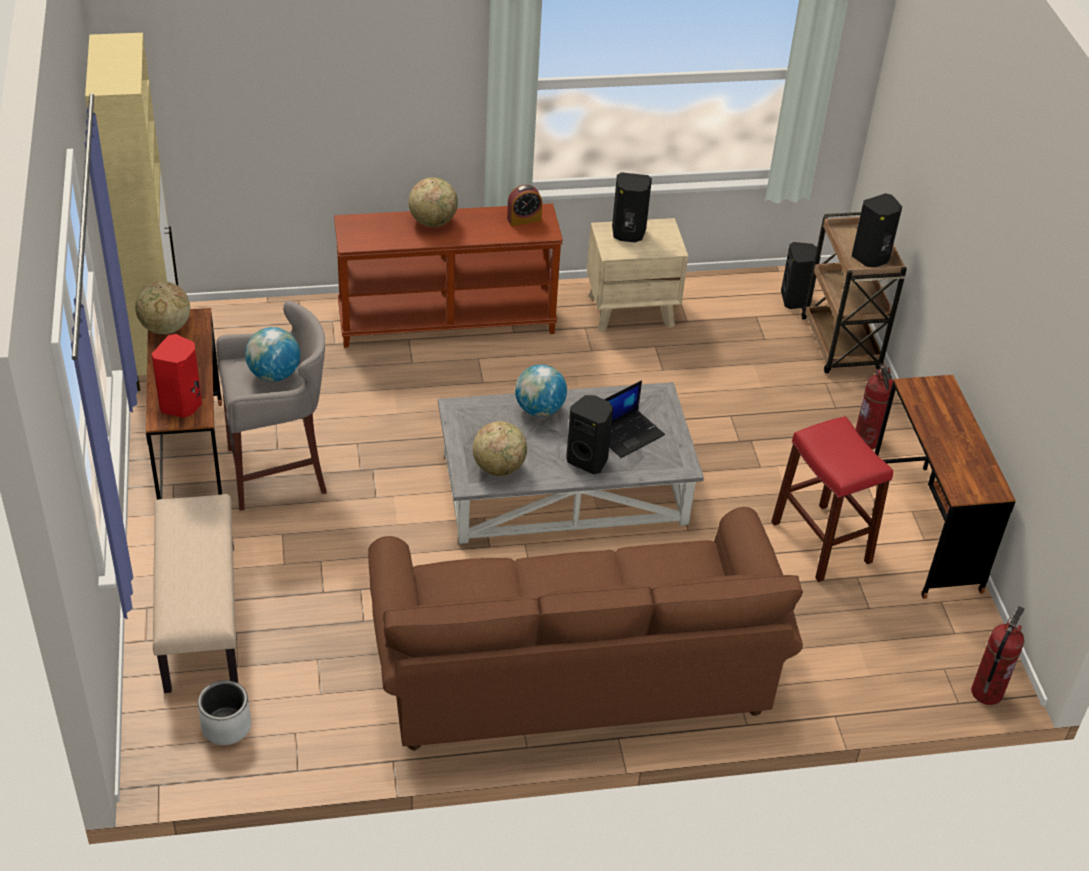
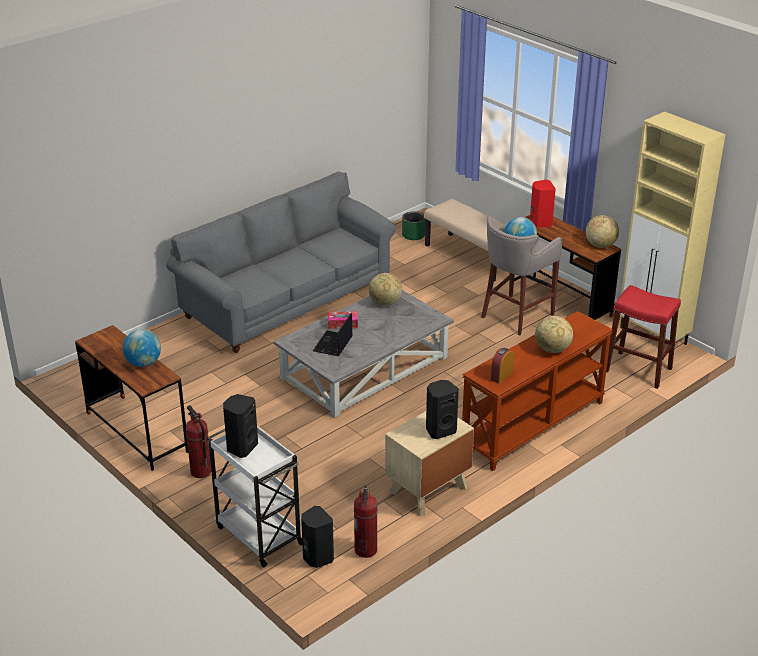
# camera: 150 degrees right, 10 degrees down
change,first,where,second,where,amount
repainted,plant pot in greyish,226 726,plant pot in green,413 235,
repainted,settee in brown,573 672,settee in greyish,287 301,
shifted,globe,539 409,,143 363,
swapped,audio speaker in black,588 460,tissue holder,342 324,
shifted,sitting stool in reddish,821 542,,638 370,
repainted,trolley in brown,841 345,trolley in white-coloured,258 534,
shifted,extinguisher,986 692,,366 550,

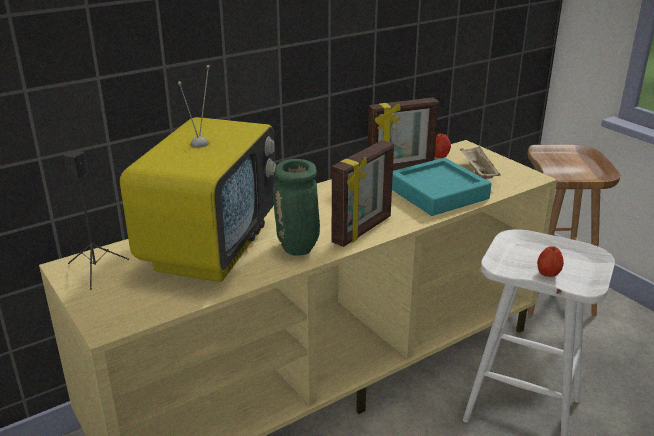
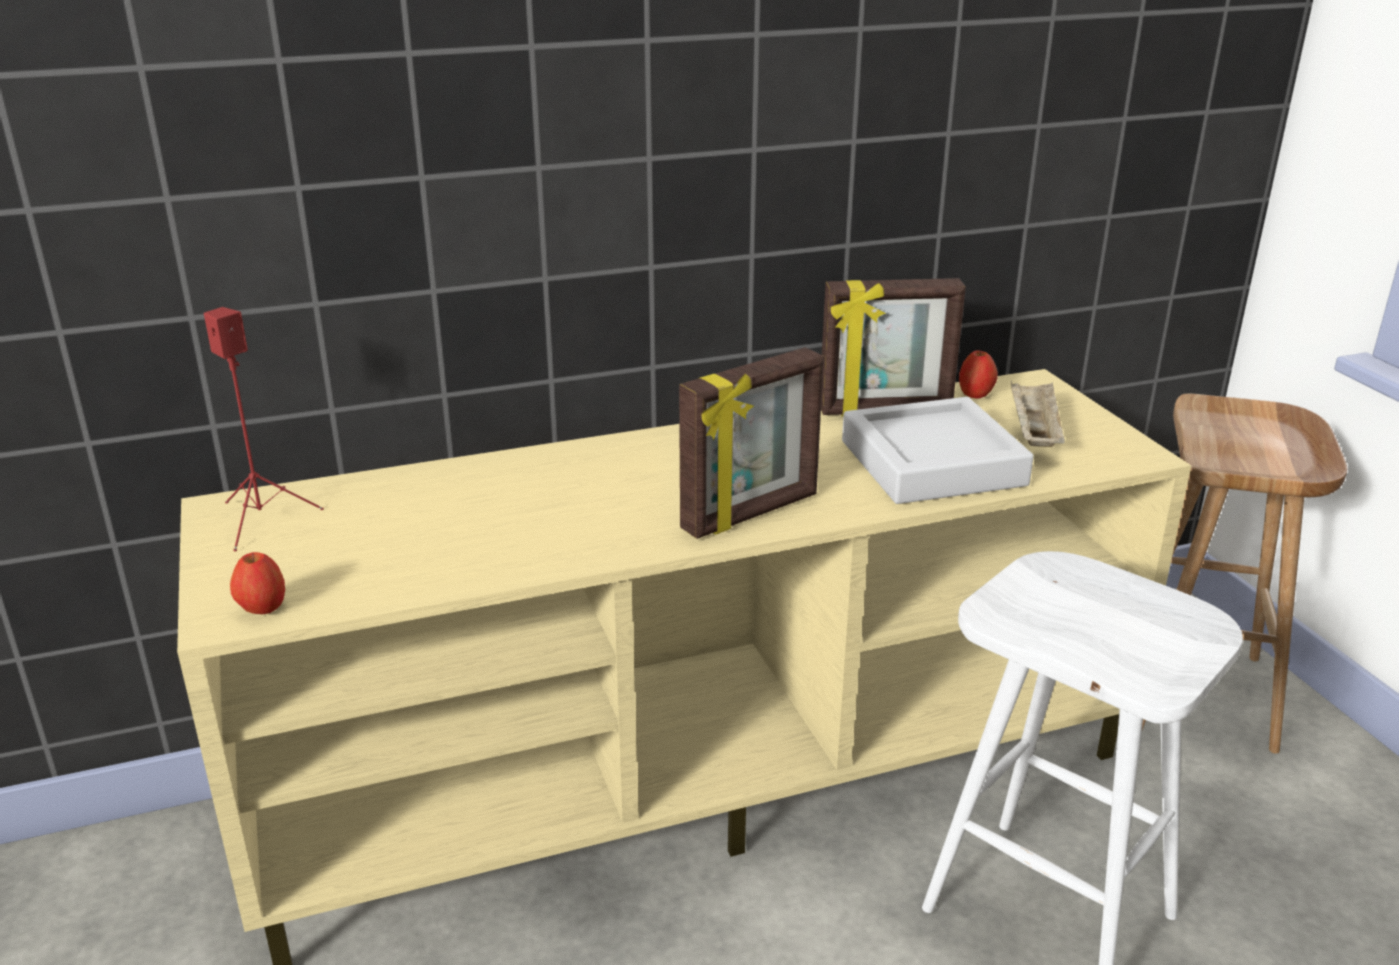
# camera: 15 degrees right, 0 degrees up
change,first,where,second,where,amount
repainted,audio speaker in black,96 269,audio speaker in reddish,263 519,
gone,television,210 248,,,
gone,decorative vase in green,299 248,,,
repainted,serving tray in blue-green,438 193,serving tray in greyish,932 463,
shifted,apple,548 274,,262 609,

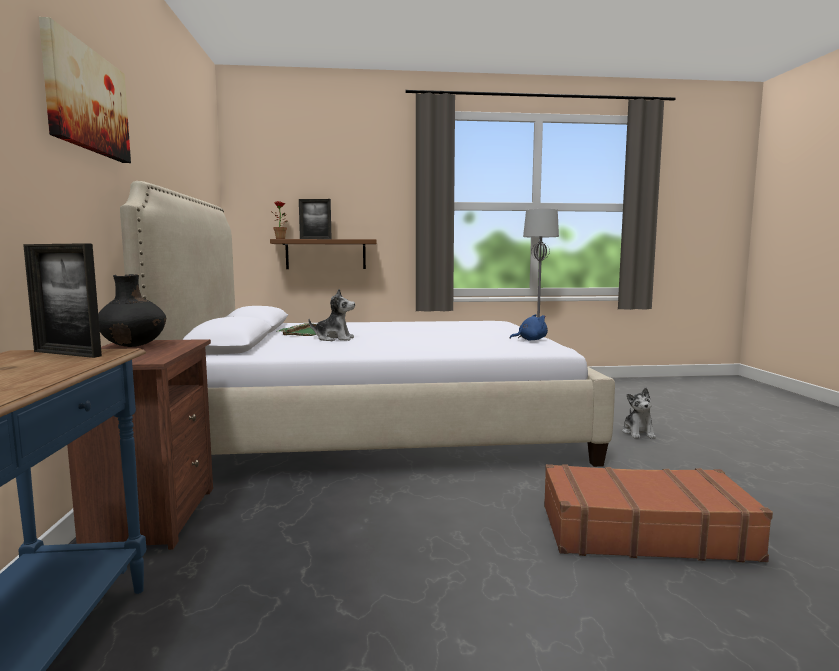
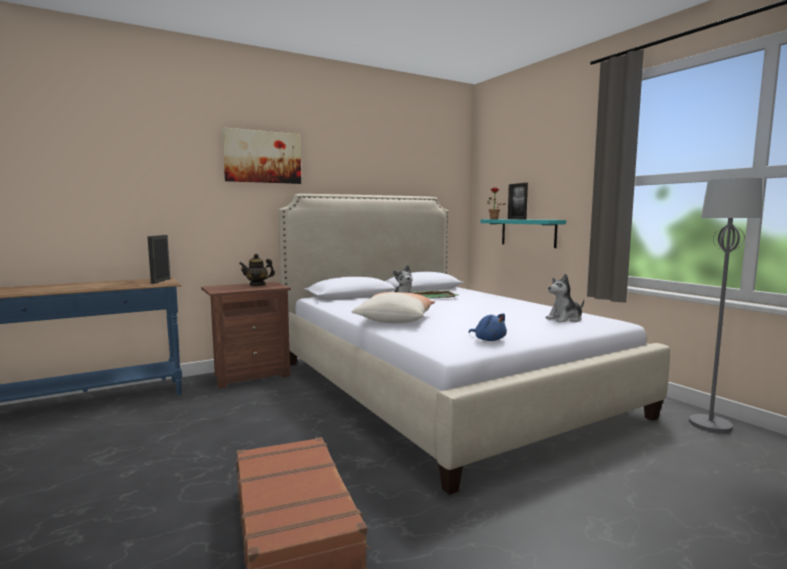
# camera: 65 degrees right, 0 degrees up
change,first,where,second,where,amount
swapped,decorative vase in black,134 346,teapot,257 284,
repainted,shelf in brown,325 254,shelf in blue-green,528 232,
shifted,cuddly toy,638 433,,565 319,
new,,,pillow,395 319,

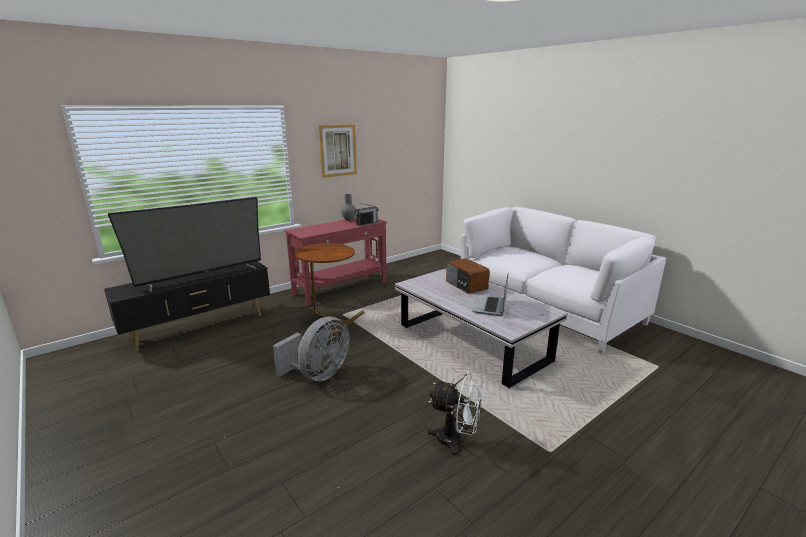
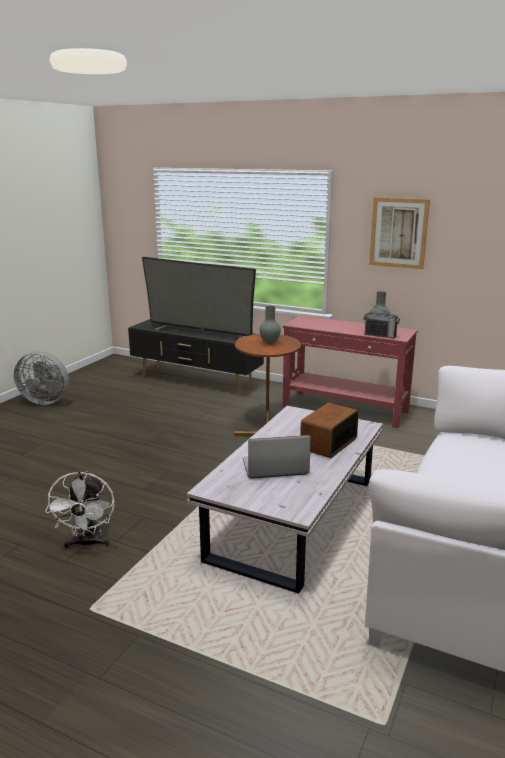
# camera: 65 degrees right, 0 degrees up
change,first,where,second,where,amount
shifted,electric fan in greyish,318 374,,46 401,
new,,,decorative vase in greyish,270 343,

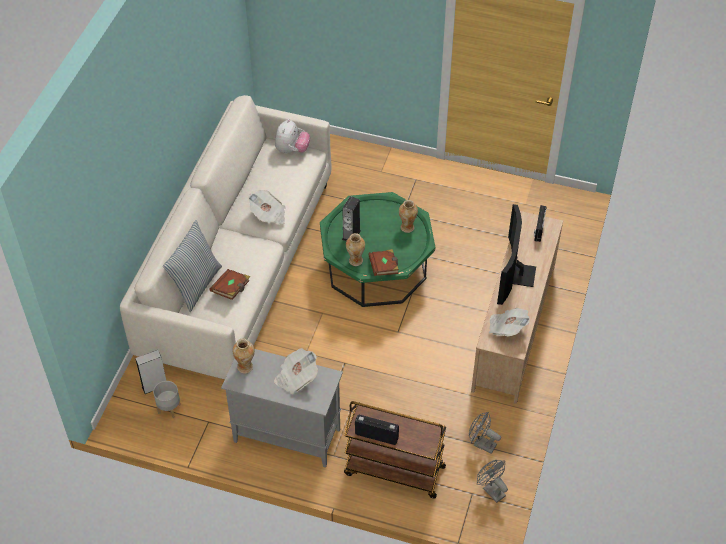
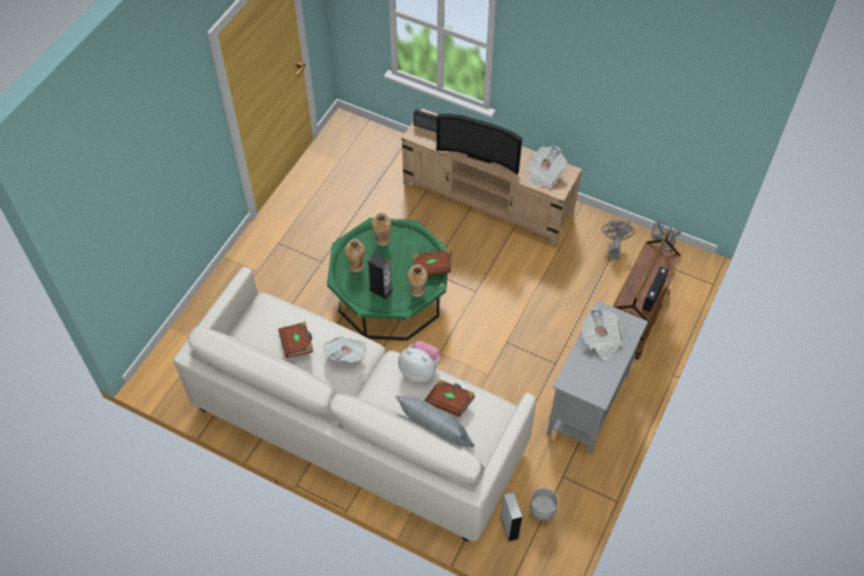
# camera: 80 degrees left, 5 degrees up
change,first,where,second,where,amount
shifted,decorative vase,245 367,,356 266,
shifted,cuddly toy,292 150,,420 370,
rotated,electric fan in greyish,481 444,,613 249,150 degrees clockwise
new,,,volume in brown,297 344,

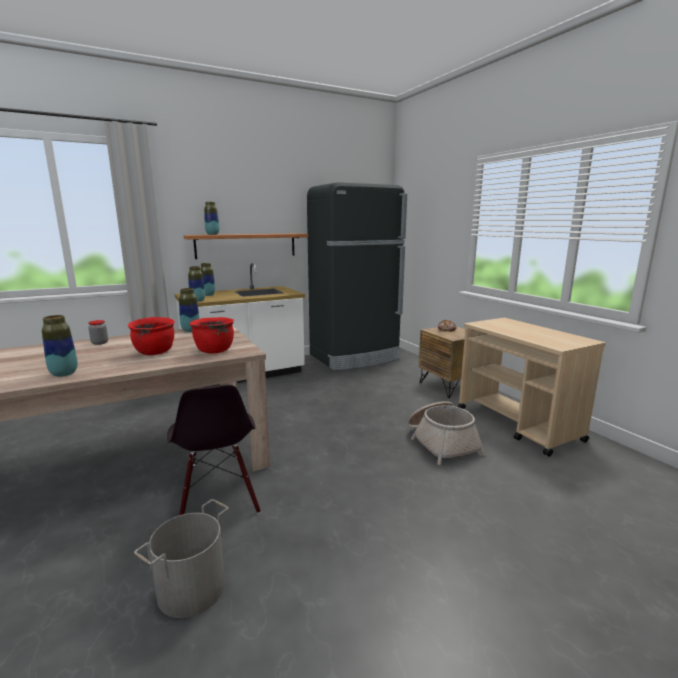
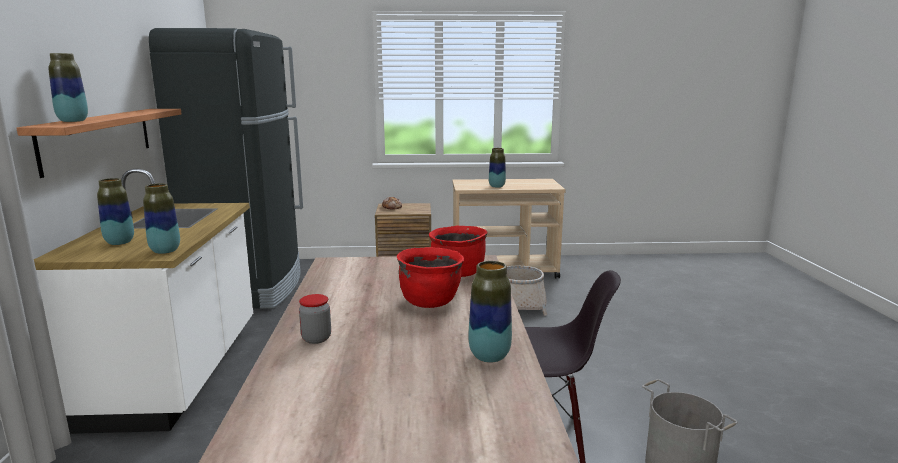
# camera: 65 degrees left, 0 degrees up
change,first,where,second,where,amount
shifted,decorative vase,190 330,,496 186,

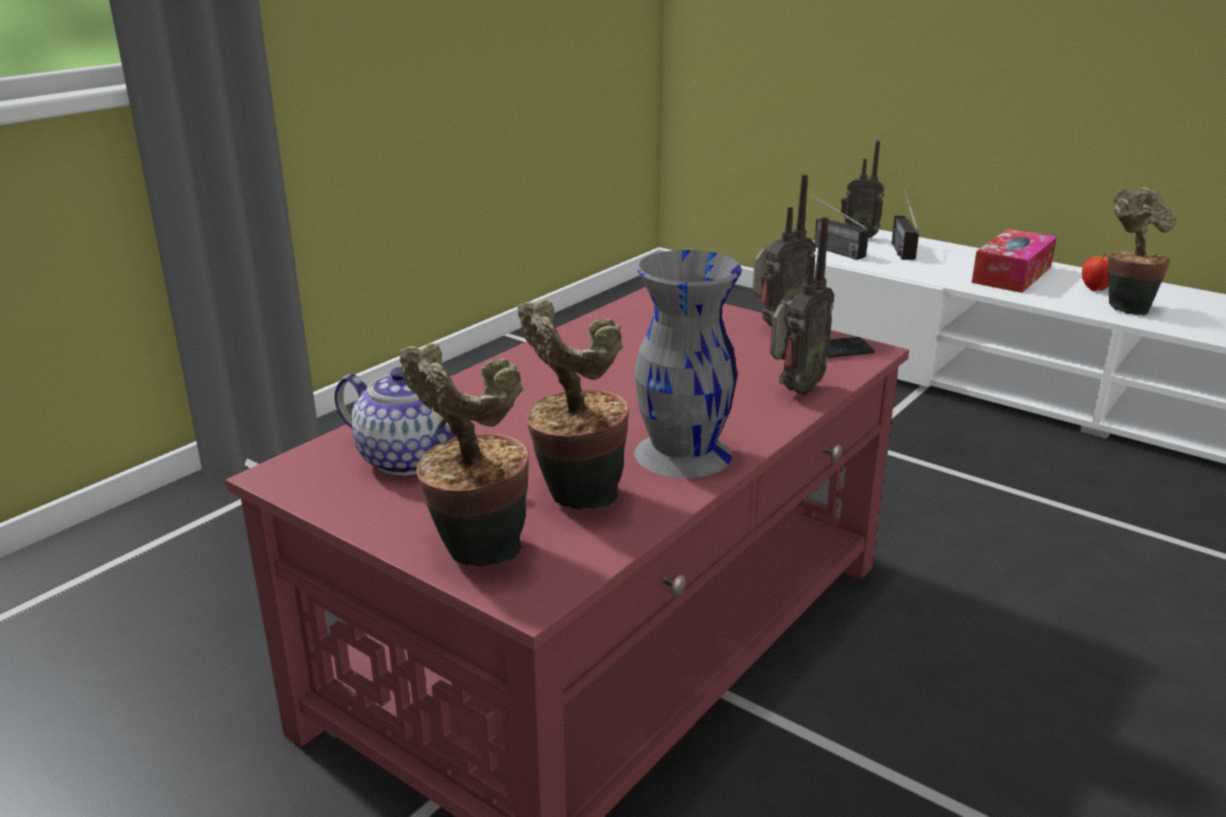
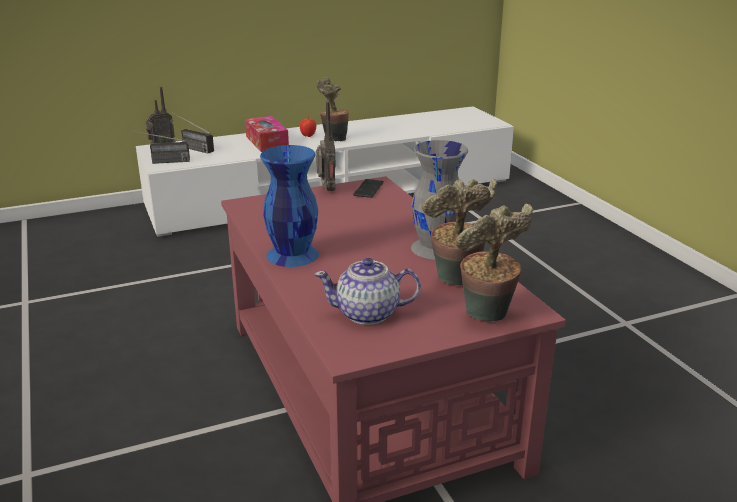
# camera: 60 degrees left, 0 degrees up
change,first,where,second,where,amount
rotated,teapot,408 458,,368 314,150 degrees counterclockwise
gone,radio set,794 390,,,
new,,,decorative vase in bluish,291 254,

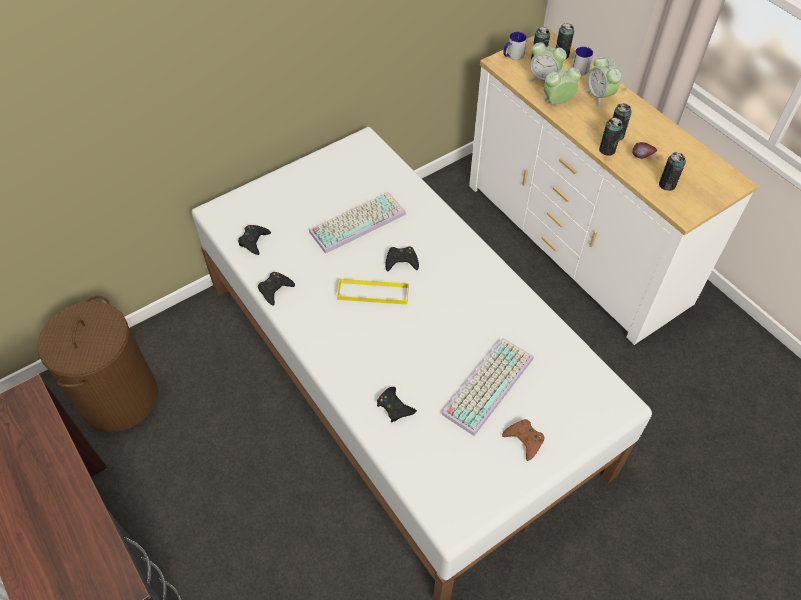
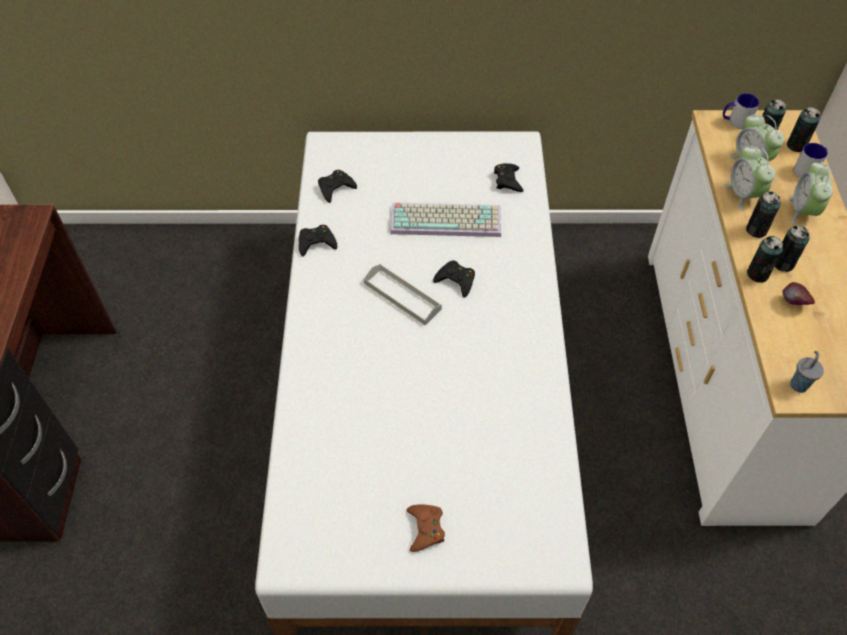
# camera: 35 degrees right, 0 degrees up
change,first,where,second,where,amount
gone,hamper in brown,119 397,,,
repainted,serving tray in yellowish,373 293,serving tray in greyish,402 296,
shifted,game controller in black,394 407,,508 180,
gone,computer keyboard,487 383,,,
rotated,alarm clock,557 103,,743 195,120 degrees counterclockwise
shifted,sealed can,667 185,,756 230,
new,,,cup in greyish,799 384,

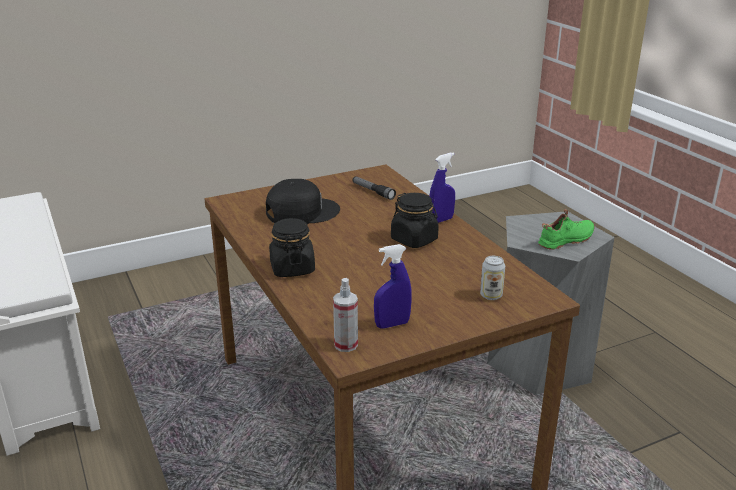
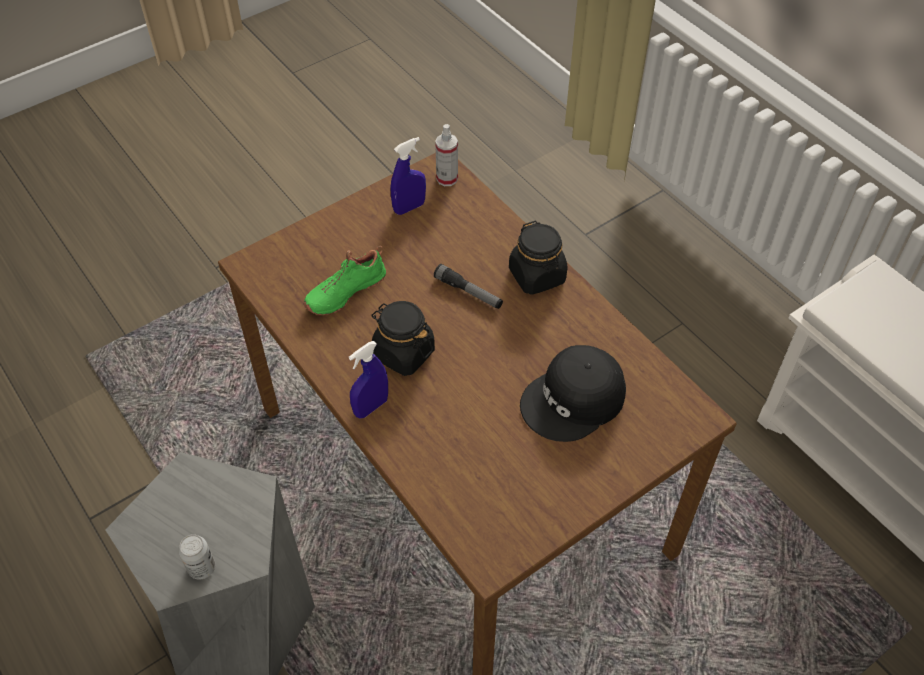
# camera: 170 degrees right, 25 degrees up
change,first,where,second,where,amount
shifted,torch,373 191,,468 292,
shifted,sealed can,491 296,,202 567,
shifted,shoe in green,567 241,,344 291,

